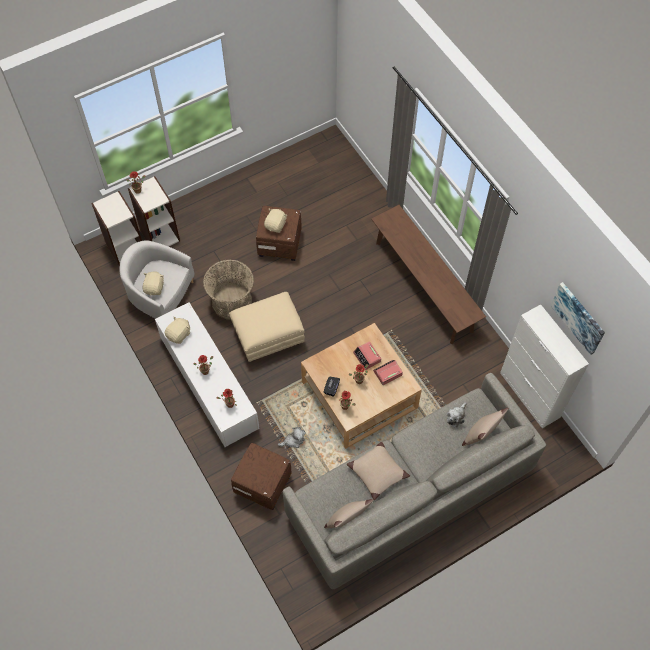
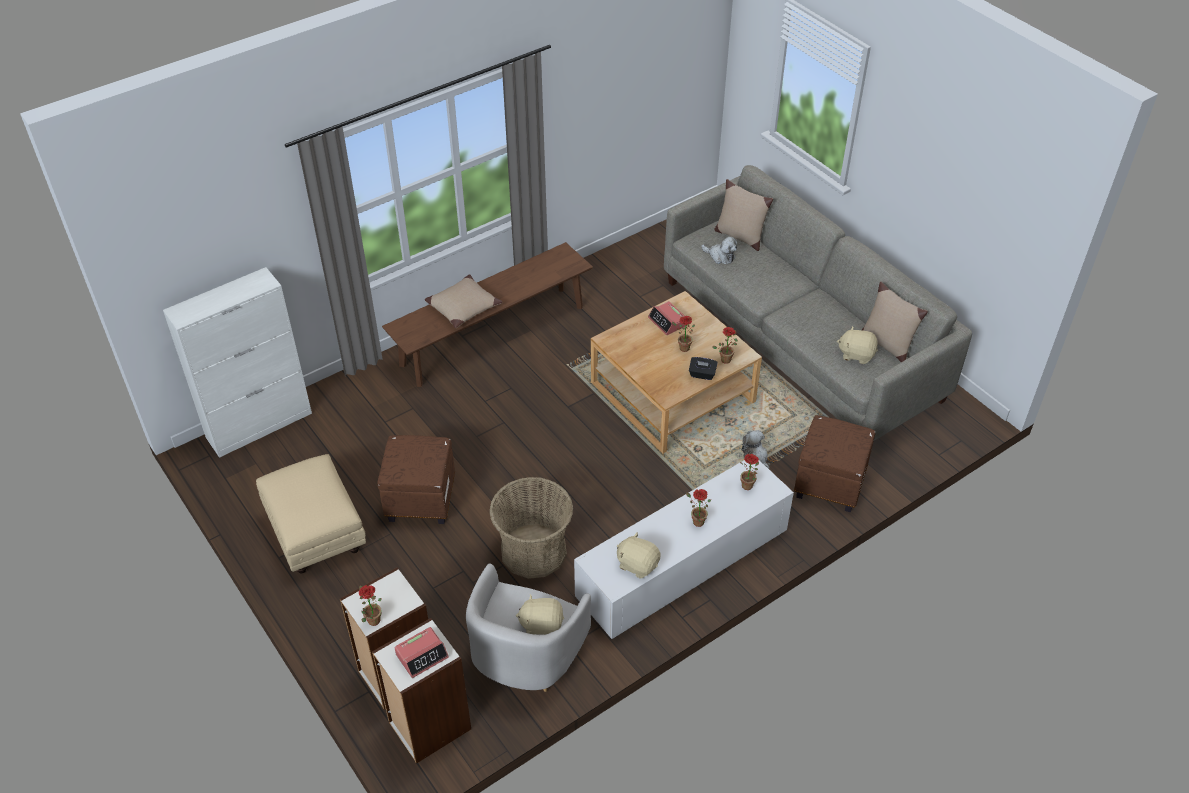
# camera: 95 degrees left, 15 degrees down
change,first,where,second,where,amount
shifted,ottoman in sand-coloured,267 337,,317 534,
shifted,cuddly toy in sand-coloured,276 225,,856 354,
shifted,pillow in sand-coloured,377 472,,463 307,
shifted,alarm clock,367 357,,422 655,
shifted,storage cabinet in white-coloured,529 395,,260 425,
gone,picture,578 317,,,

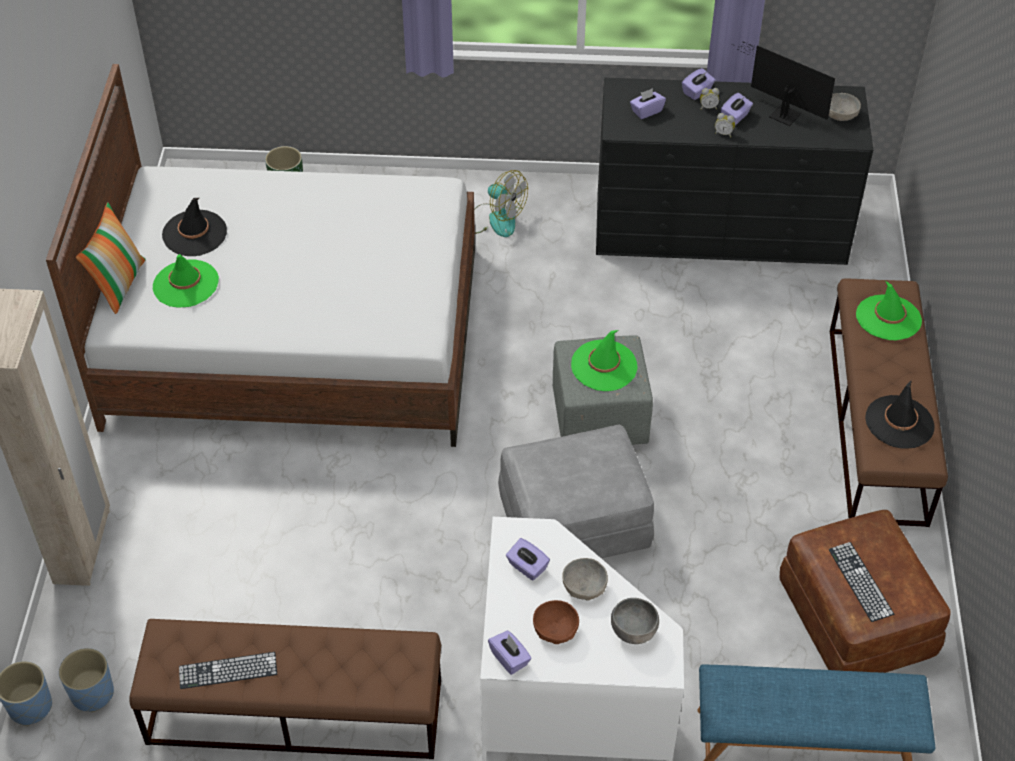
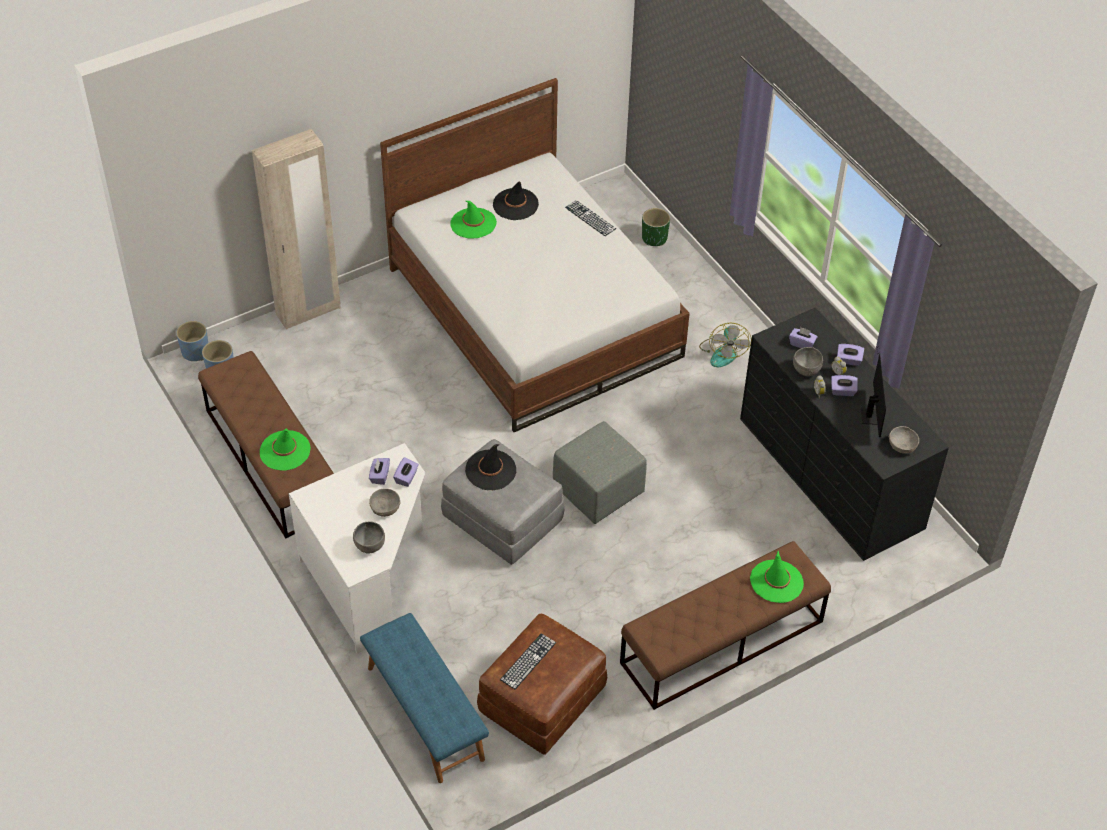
# camera: 55 degrees right, 0 degrees up
change,first,where,second,where,amount
gone,pillow,118 284,,,
shifted,computer keyboard,228 670,,590 218,
shifted,tissue holder in purplish,509 658,,406 478,
gone,deep dish in brown,555 630,,,
shifted,clothing hat in green,604 366,,285 451,
shifted,clothing hat in black,899 422,,490 470,
new,,,deep dish in greyish,806 370,

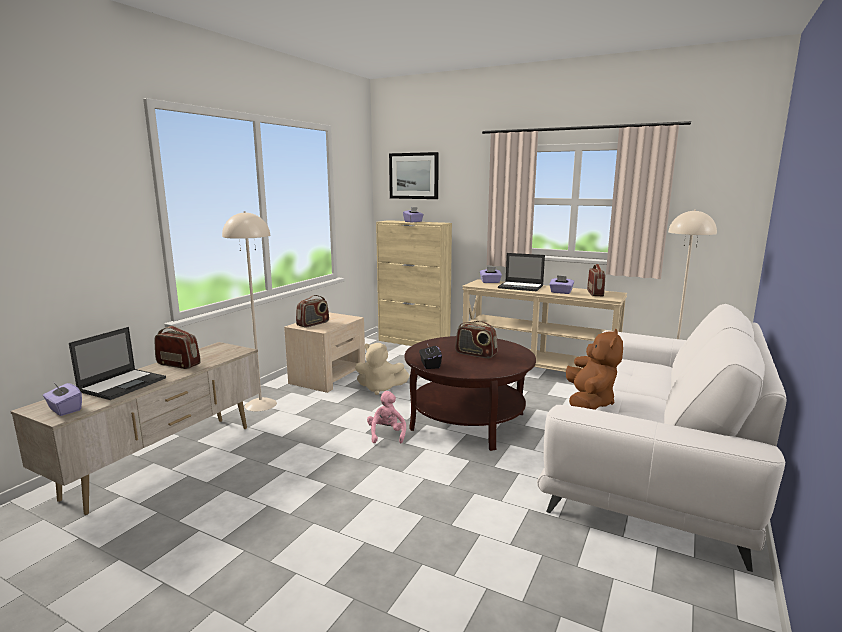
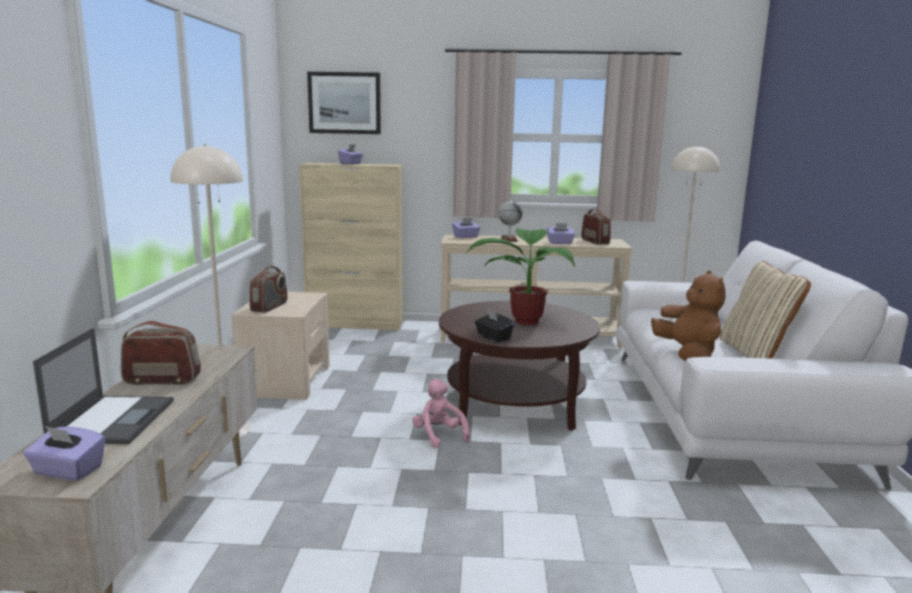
# camera: 25 degrees left, 0 degrees up
change,first,where,second,where,amount
gone,cuddly toy in sand-coloured,380 389,,,
swapped,radio set,475 354,potted plant,525 320,
swapped,laptop,521 287,globe,509 240,
new,,,pillow in sand-coloured,755 354,

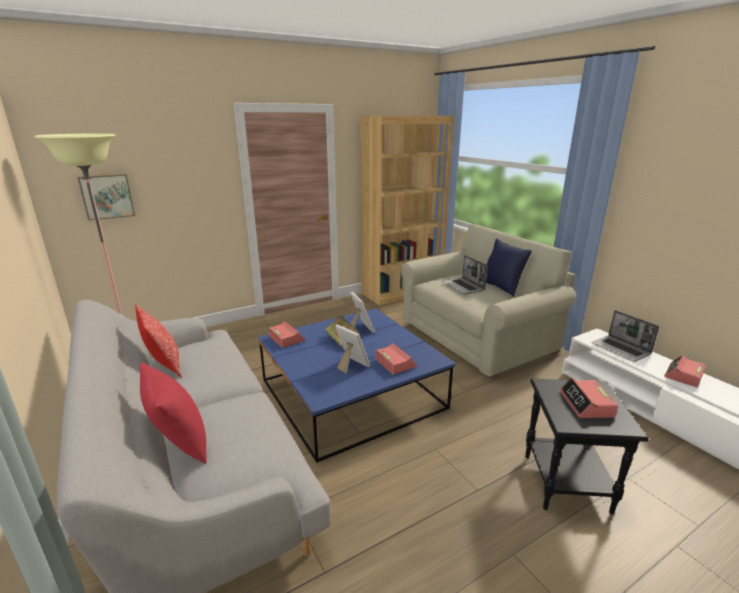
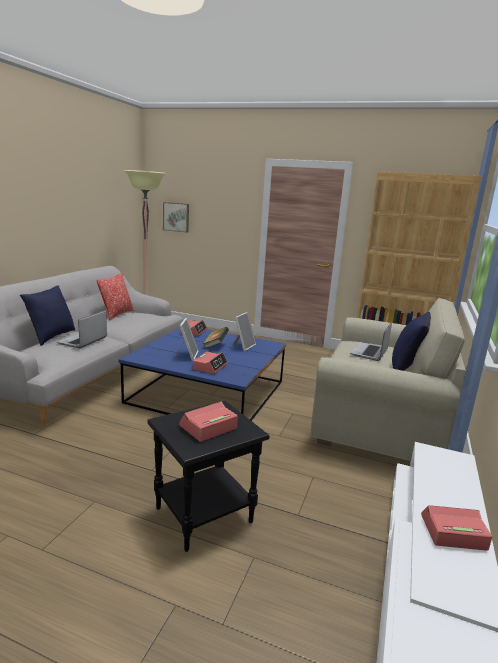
# camera: 50 degrees right, 5 degrees down
change,first,where,second,where,amount
repainted,pillow in reddish,180 444,pillow in bluish,51 337,
shifted,laptop,621 349,,83 341,

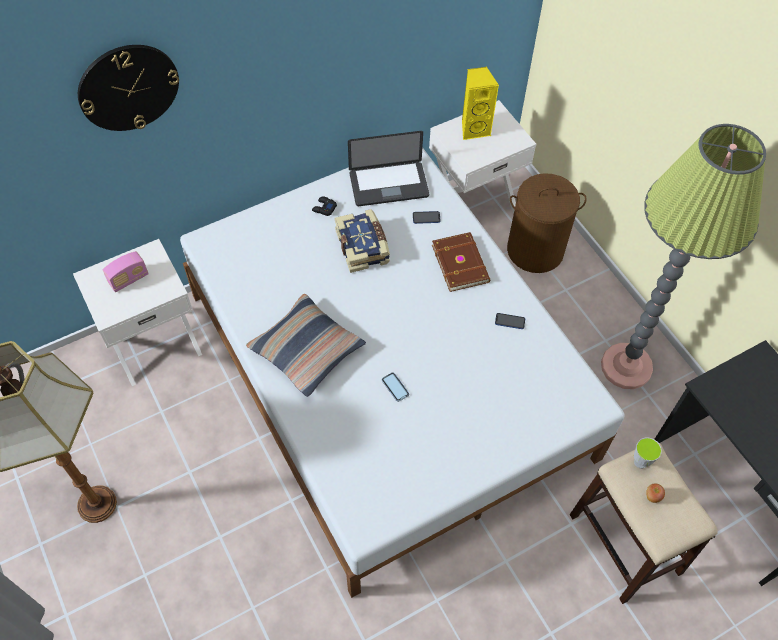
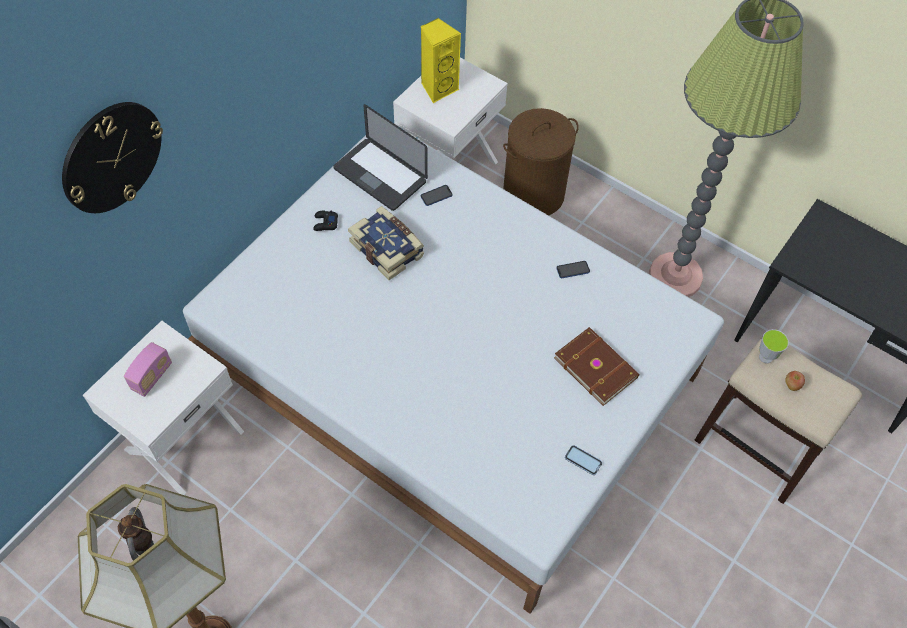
# camera: 25 degrees left, 0 degrees up
change,first,where,second,where,amount
gone,pillow,306 350,,,
rotated,laptop,388 185,,380 175,75 degrees clockwise
shifted,phone,395 387,,583 460,
shifted,volume in brown,461 263,,596 366,

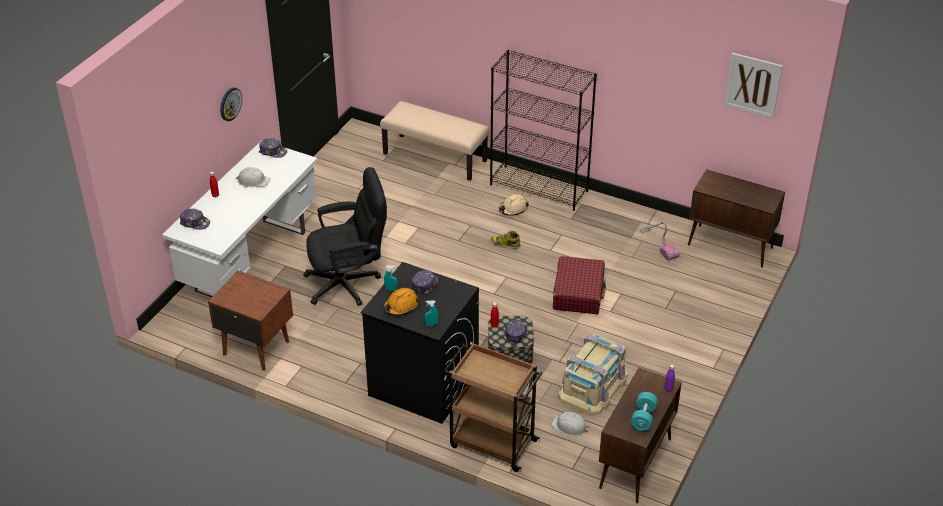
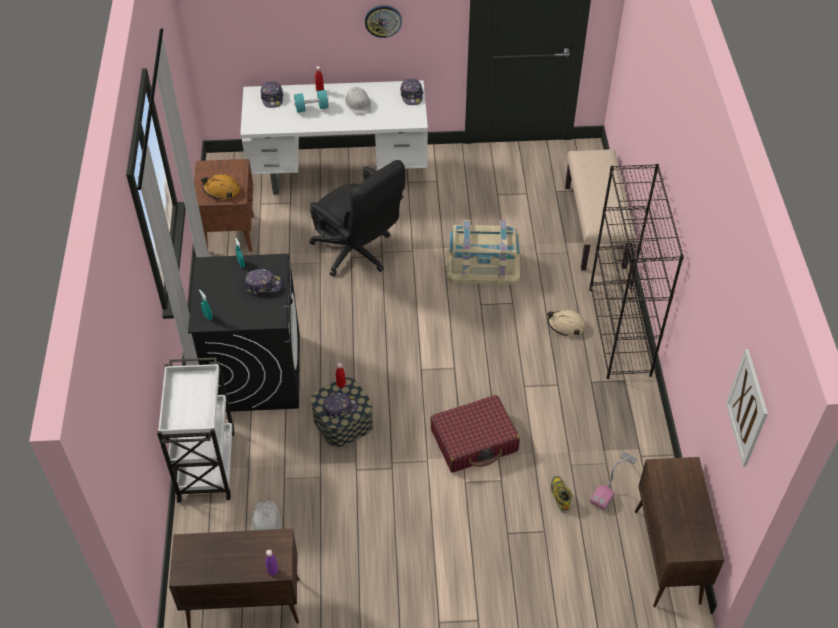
# camera: 60 degrees right, 10 degrees up
change,first,where,second,where,amount
shifted,work helmet in orange-coloured,401 306,,222 190,
repainted,trolley in brown,491 443,trolley in white-coloured,206 463,
shifted,boot,505 244,,559 495,
shifted,storage box in sand-coloured,593 386,,482 266,
shifted,dumbbell in blue-green,643 418,,312 108,

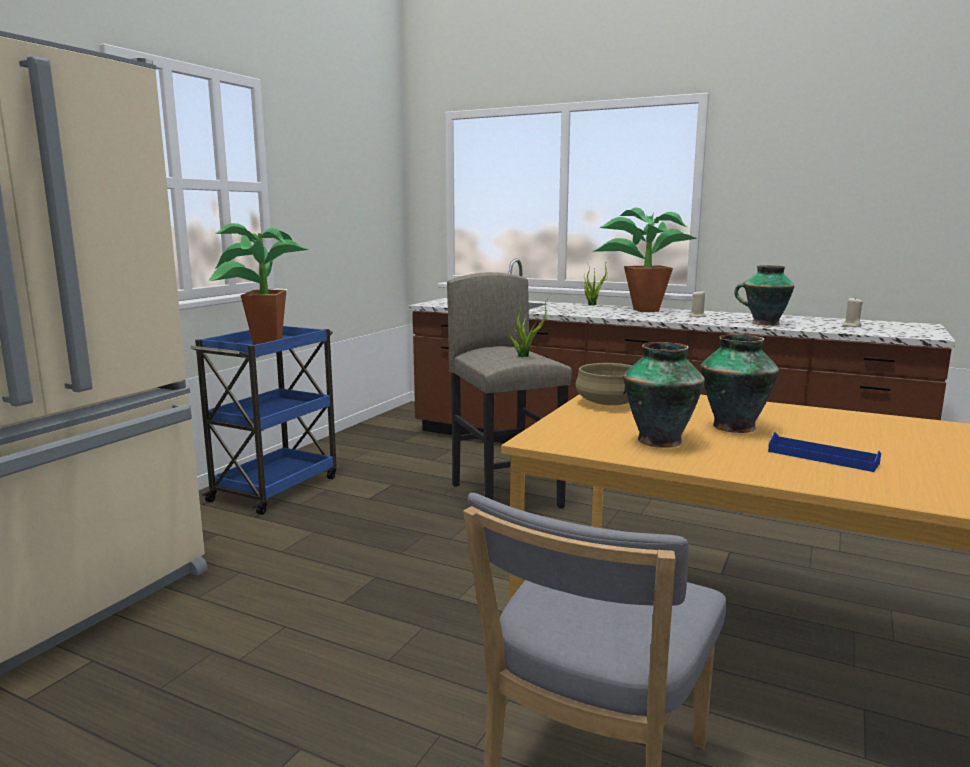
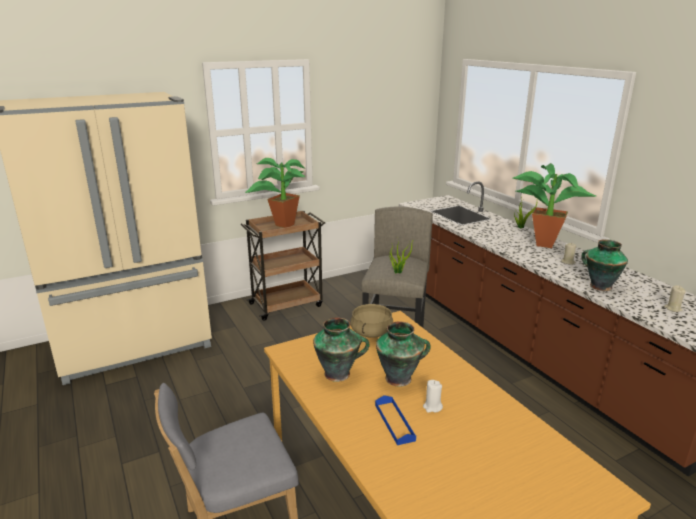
# camera: 35 degrees right, 10 degrees up
change,first,where,second,where,amount
repainted,trolley in bluish,276 488,trolley in brown,287 304,
new,,,candle in white-coloured,432 407,

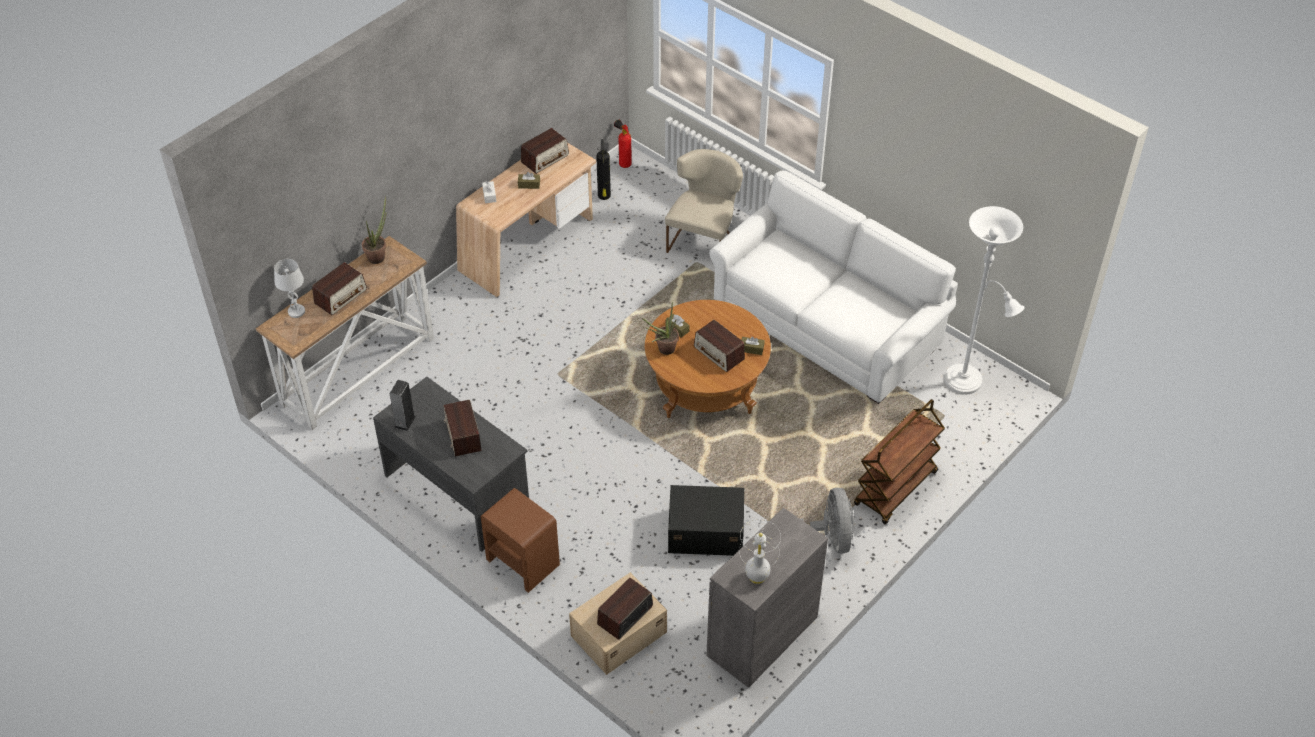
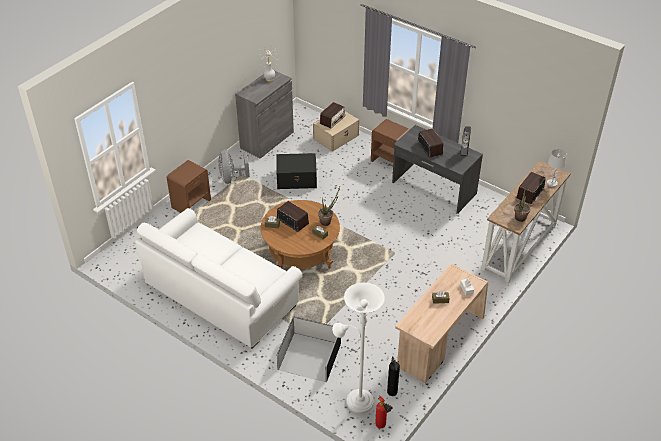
# camera: 175 degrees right, 5 degrees down
change,first,where,second,where,amount
gone,radio set,545 158,,,
swapped,upright chair in sand-coloured,704 240,storage box in black,309 356,
swapped,trolley in brown,895 489,nightstand in brown,191 204,
shifted,standard lamp in white-coloured,967 383,,356 400,

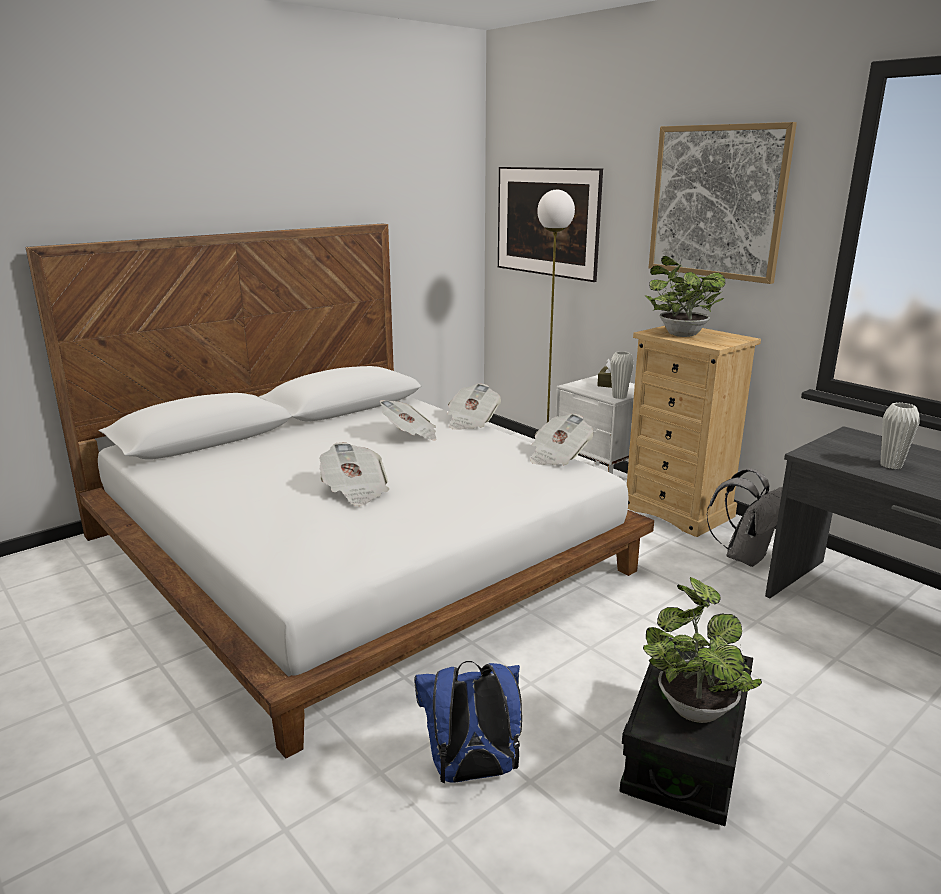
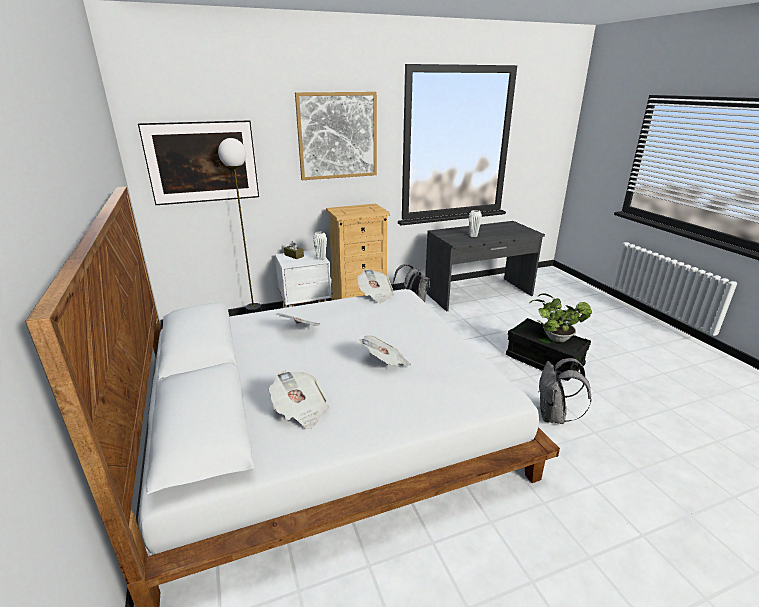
# camera: 70 degrees left, 5 degrees up
change,first,where,second,where,amount
repainted,knapsack in bluish,471 773,knapsack in greyish,554 417,
shifted,newspaper,471 422,,300 411,
gone,potted plant,679 334,,,

